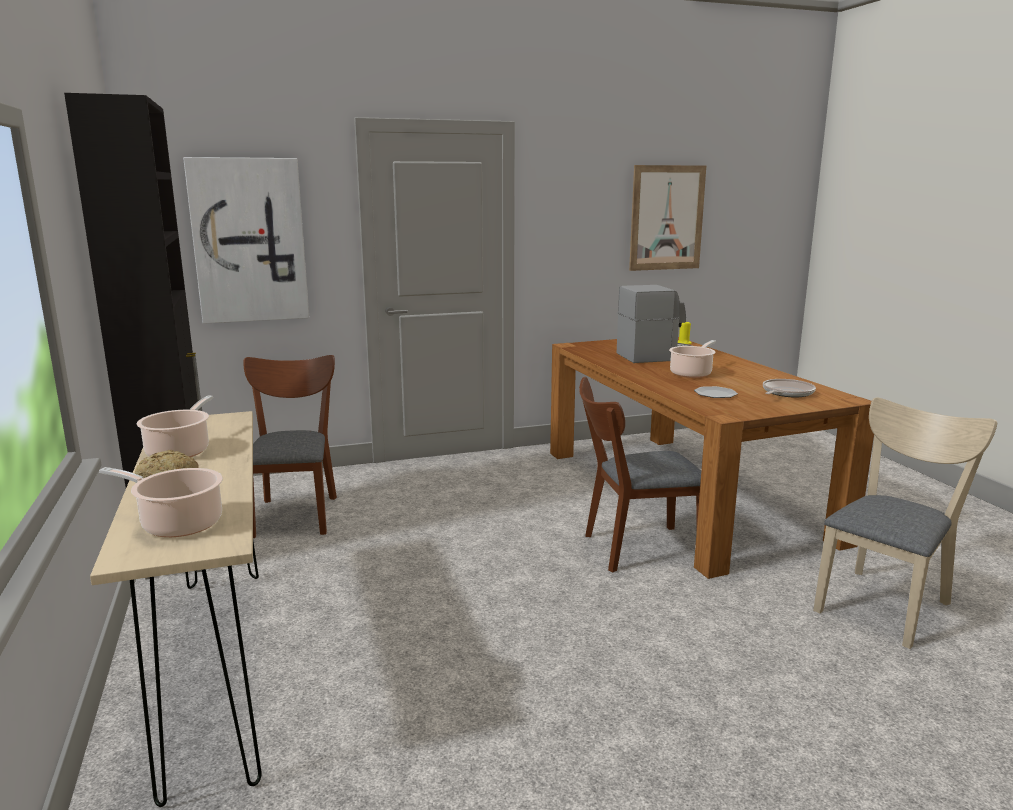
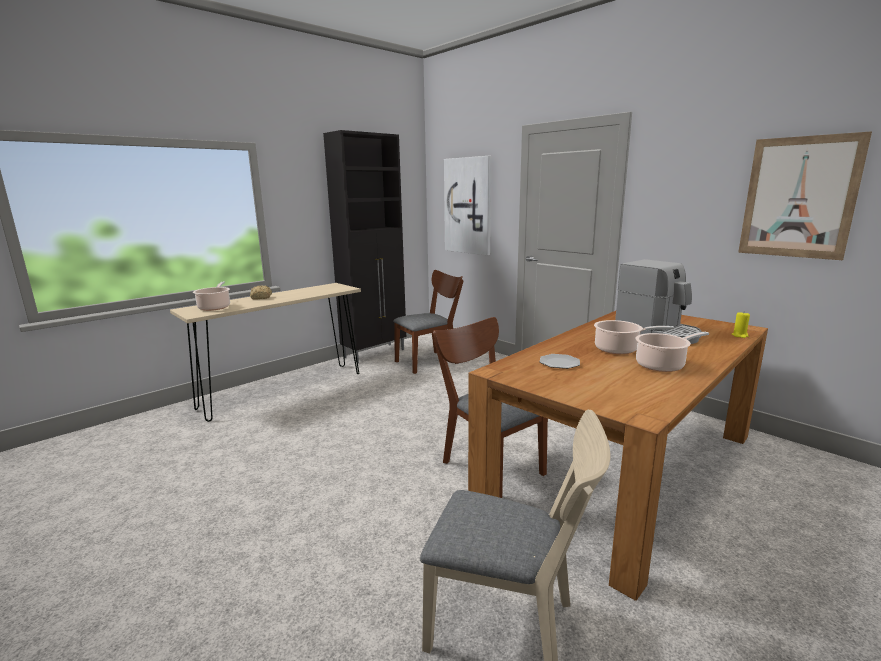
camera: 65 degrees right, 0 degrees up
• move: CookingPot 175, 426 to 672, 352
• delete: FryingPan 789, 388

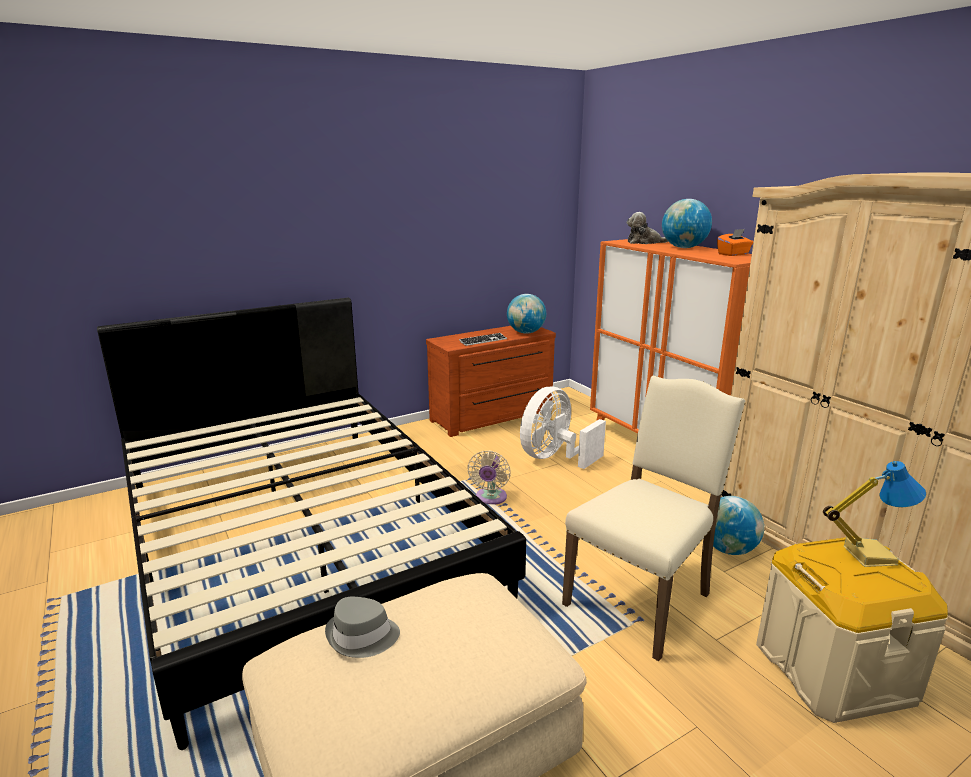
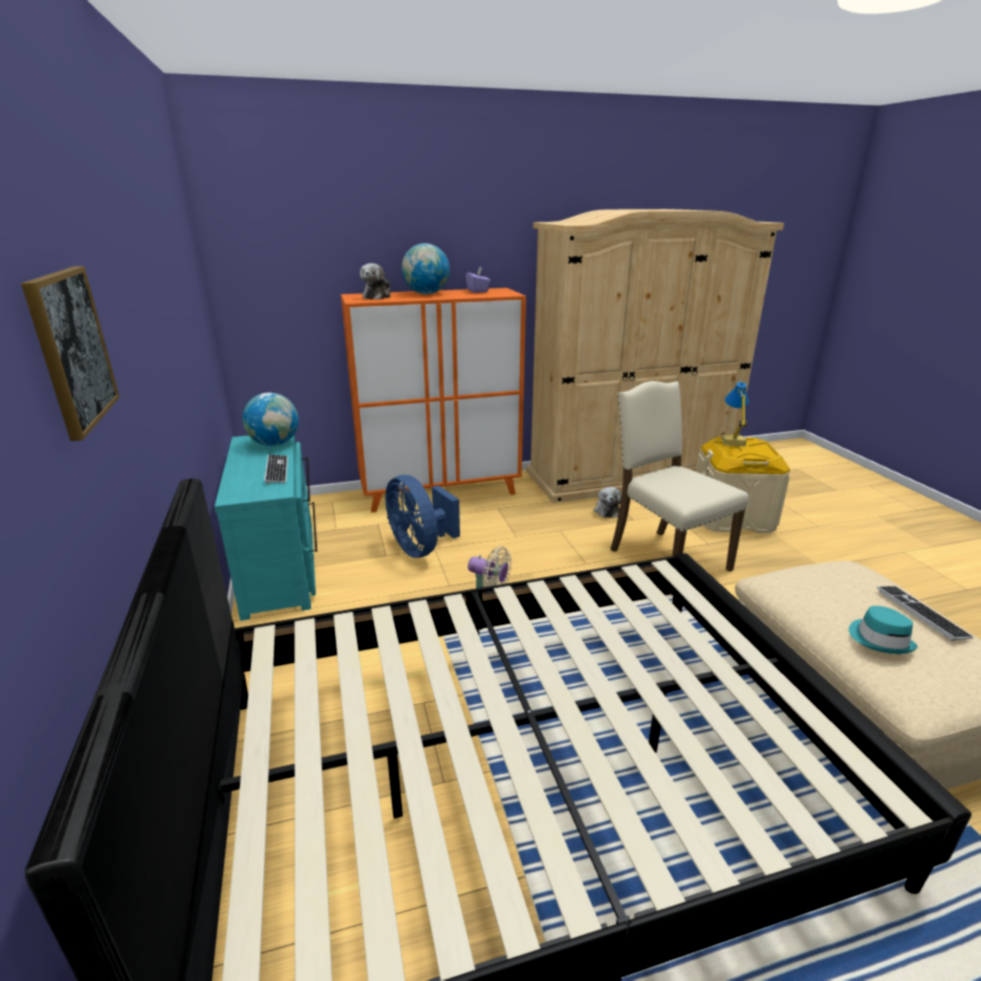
camera: 75 degrees left, 5 degrees up
• recolor: GreyHat 362, 627 to TurquoiseHat 883, 630
• recolor: BrownDresser 491, 381 to TurquoiseDresser 265, 527
• recolor: WhiteFan 563, 428 to BlueFan 422, 516
• replace: Globe 738, 525 to PlushToy 607, 502
• recolor: OrangeTissueBox 735, 242 to PurpleTissueBox 477, 280
• insert: Picture 70, 353
• insert: Keyboard 925, 613

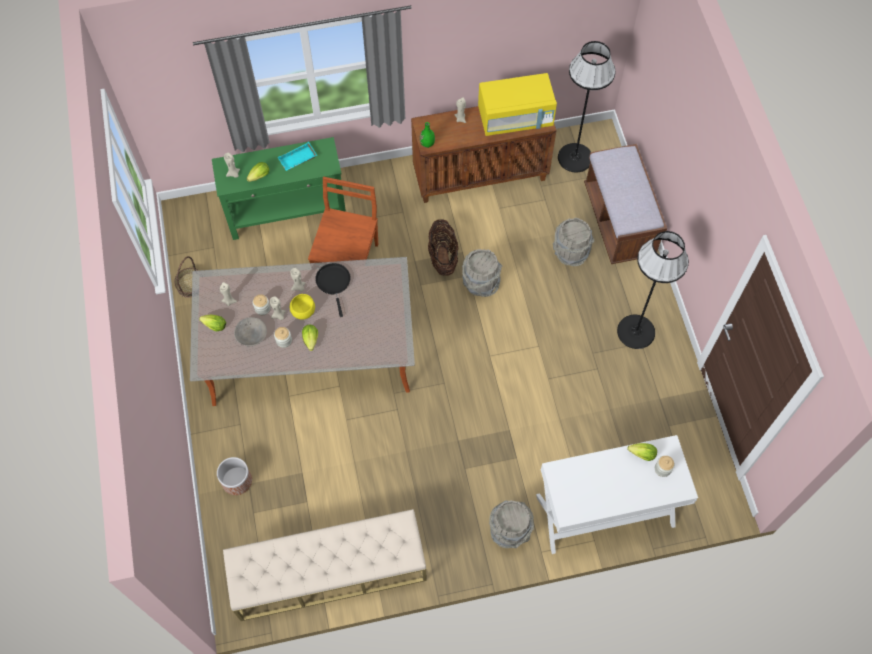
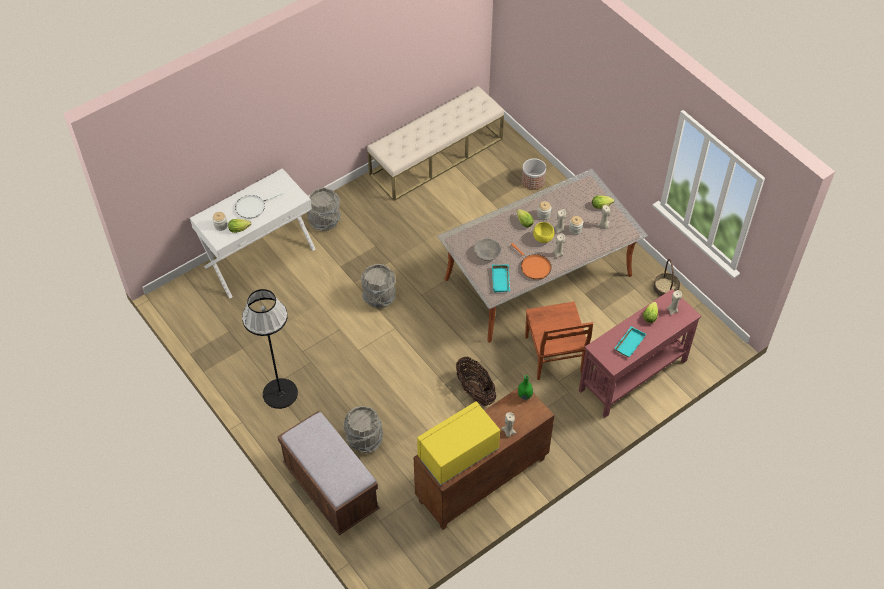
camera: 155 degrees right, 10 degrees down
• recolor: GreenConsoleTable 279, 188 to RedConsoleTable 640, 353
• move: GreyBowl 250, 331 to 487, 249
• recolor: BlackFryingPan 333, 290 to OrangeFryingPan 531, 261
• move: GreyBucket 482, 273 to 378, 286
• delete: BlackFloorLamp 587, 106
• insert: WhiteFryingPan 259, 205
• insert: TurquoiseTray 501, 278

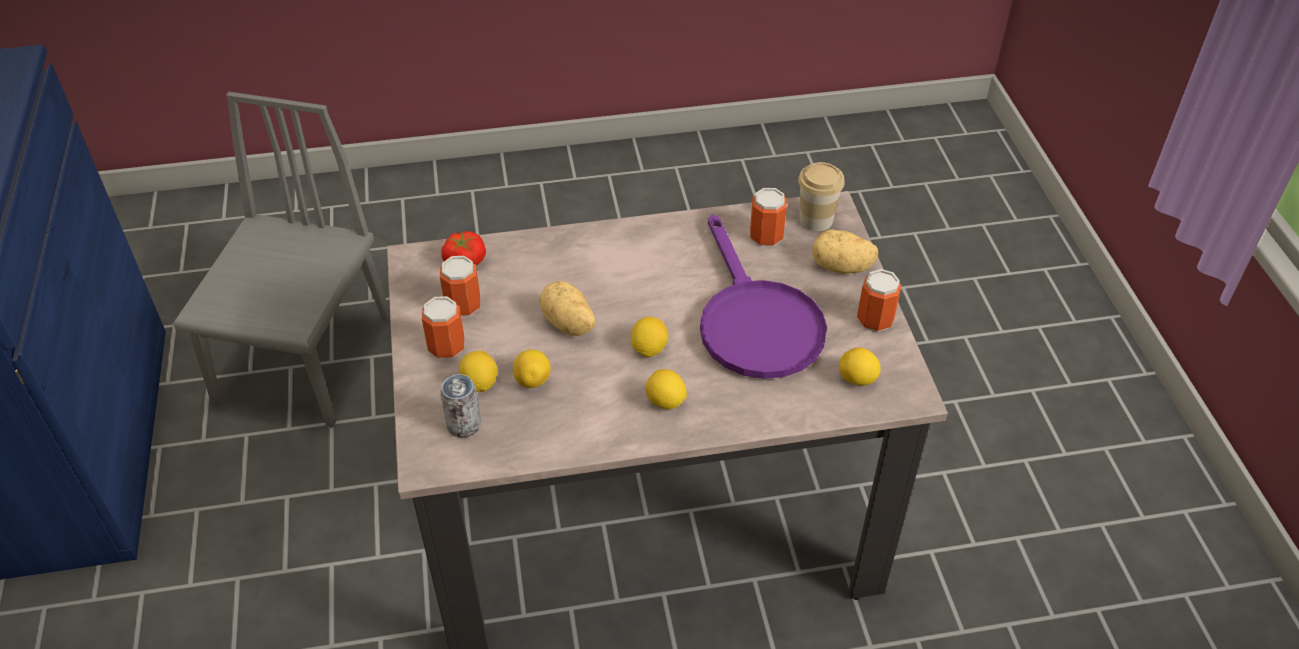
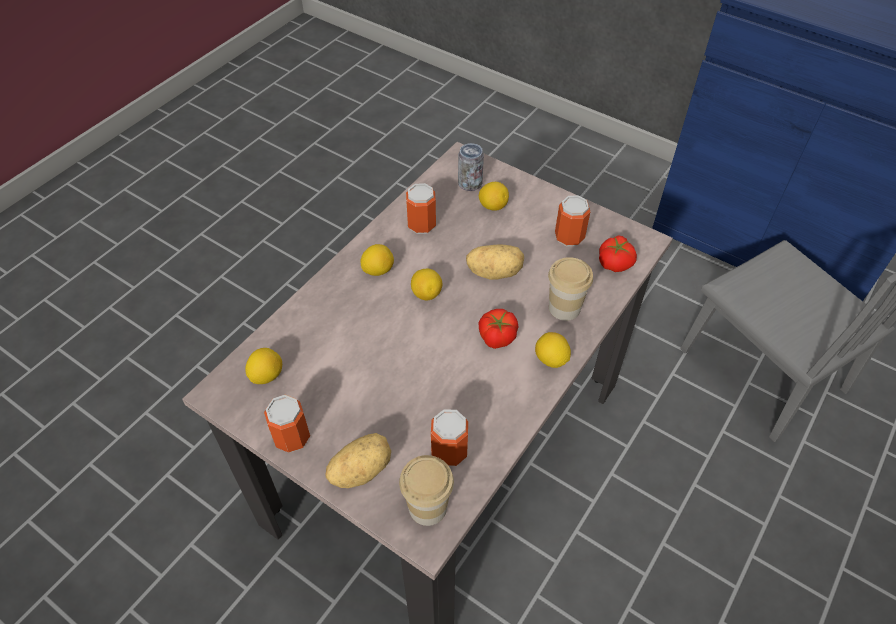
camera: 135 degrees right, 5 degrees up
• move: Can 443, 327 to 421, 208
• move: Lemon 532, 369 to 553, 350
• delete: PurpleFryingPan 763, 296
• insert: Tomato 498, 329
• insert: Cup 570, 289

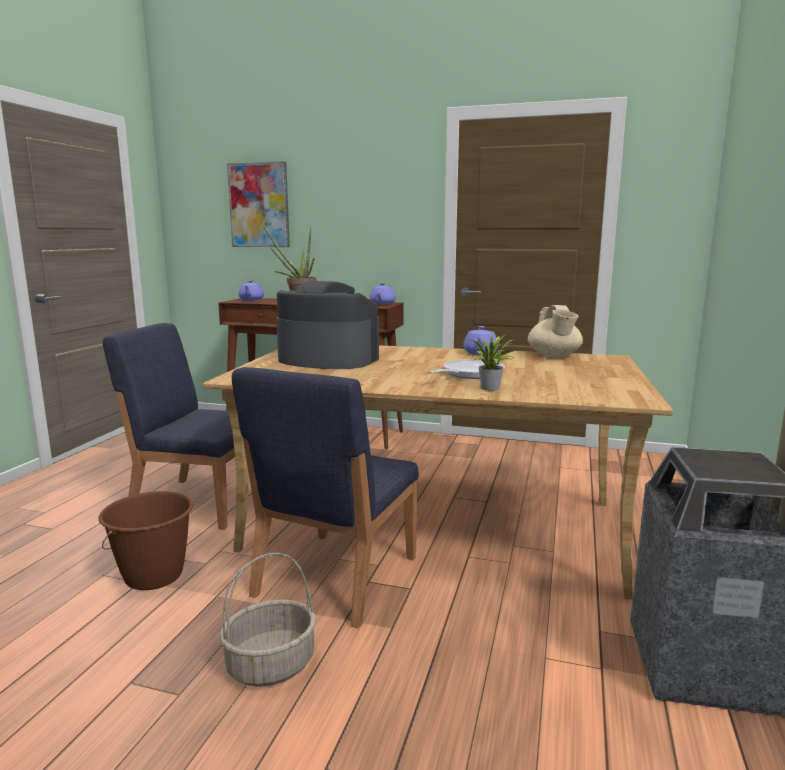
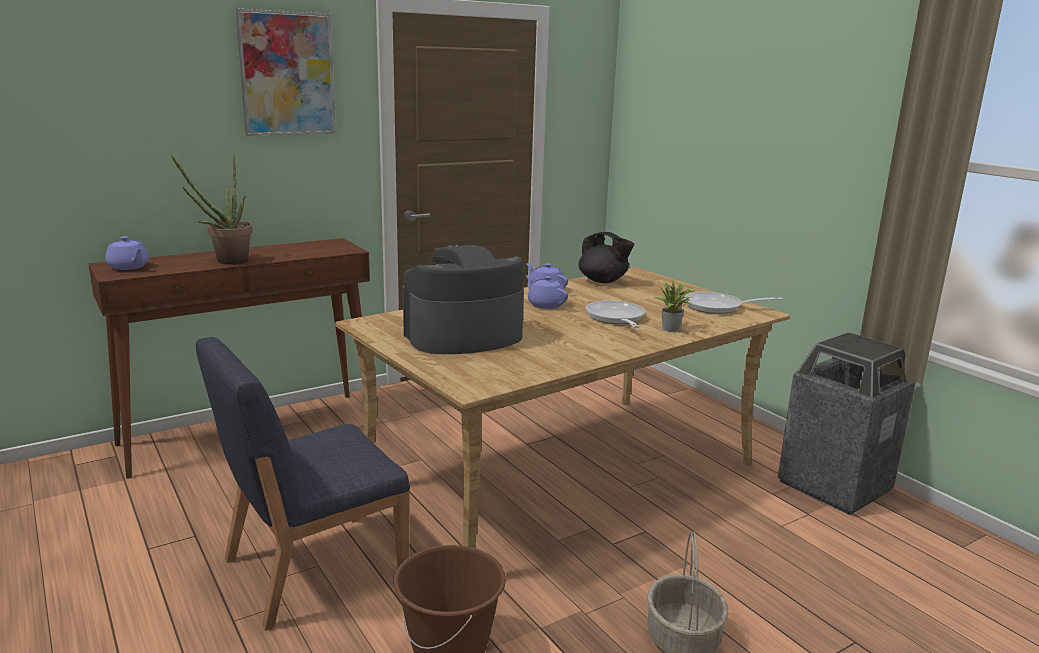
camera: 50 degrees left, 5 degrees up
• move: Picture 258, 204 to 286, 72
• delete: BlueChair 325, 497
• move: PurpleTeapot 382, 293 to 547, 292
• recolor: BeigeTeapot 555, 331 to BlackTeapot 606, 257
• insert: FryingPan 733, 303

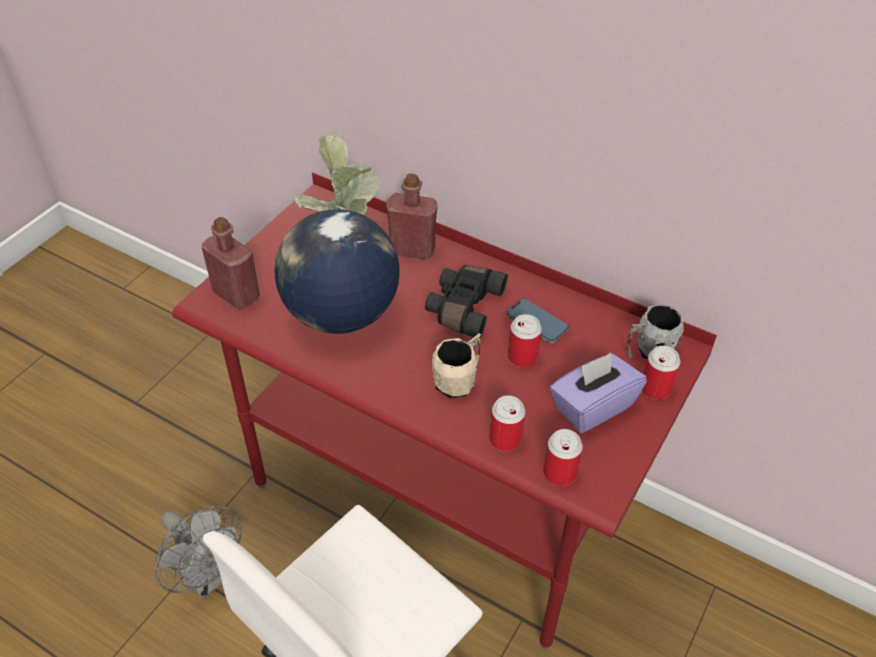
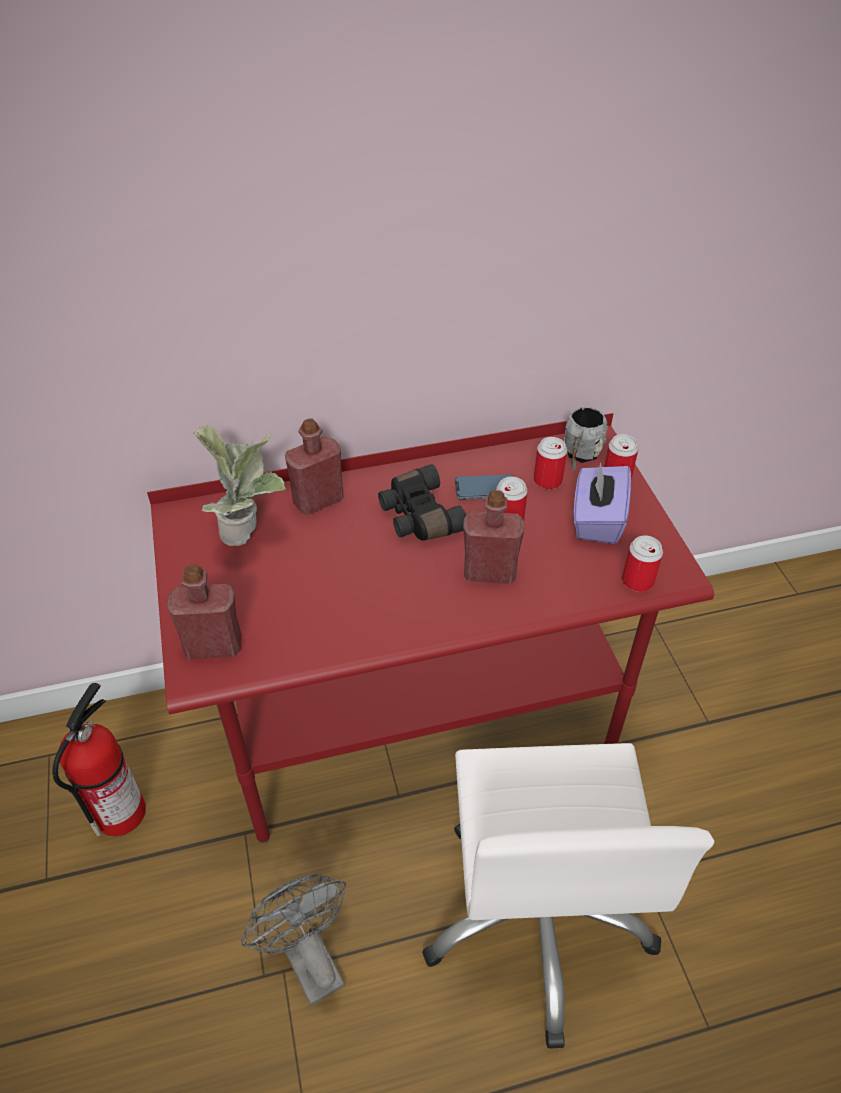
camera: 45 degrees left, 0 degrees up
• rotate: GreyFan 198, 552 = 293, 940 120 degrees counterclockwise
• delete: Globe 337, 271
• replace: BeigeMug 456, 365 to RedBottle 493, 537
• move: Can 507, 423 to 550, 463
• insert: FireExtinguisher 99, 759

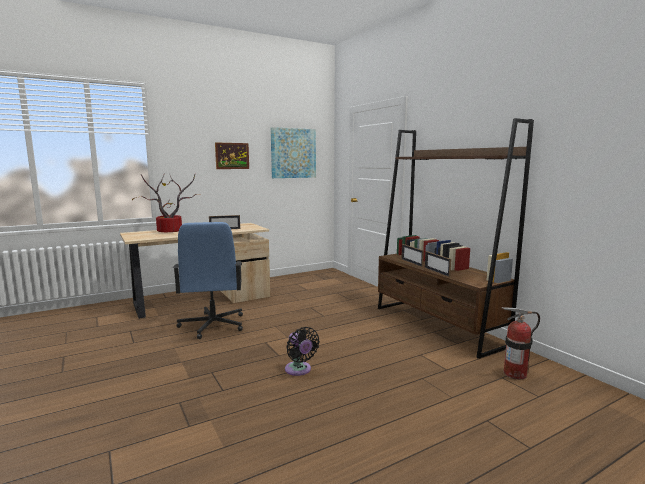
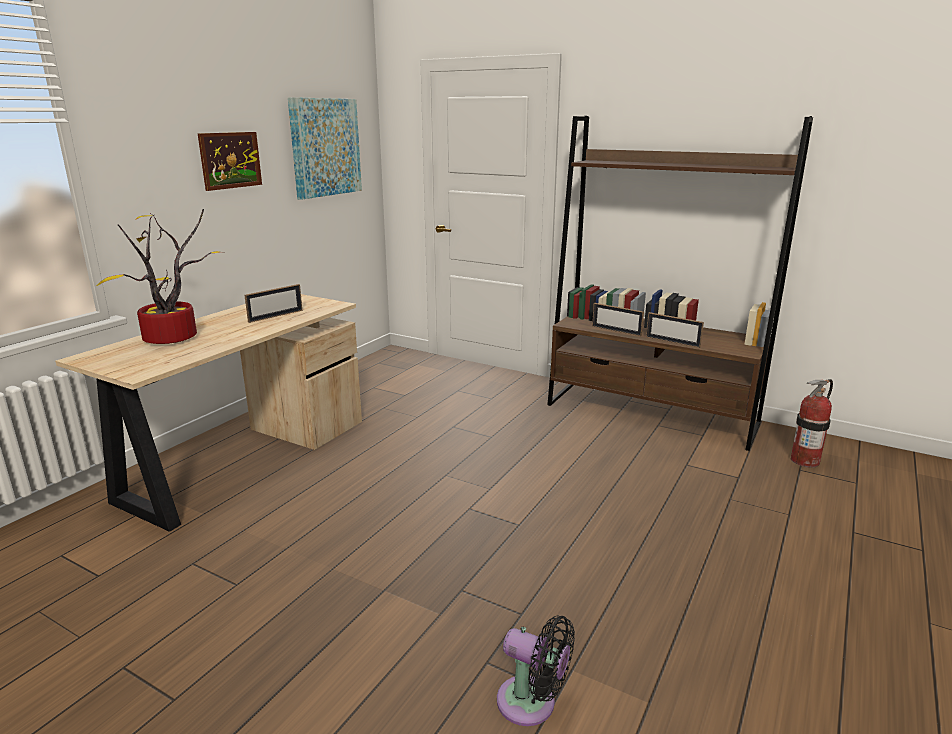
camera: 30 degrees left, 10 degrees up
• delete: BlueOfficeChair 208, 280
• move: BlackFan 302, 351 to 536, 671

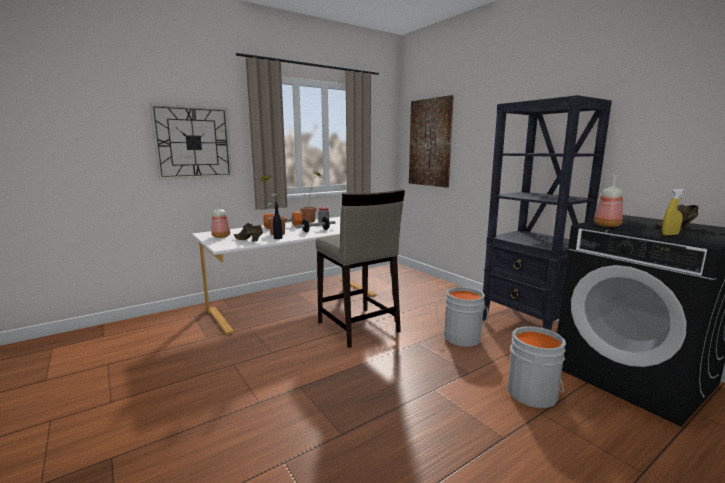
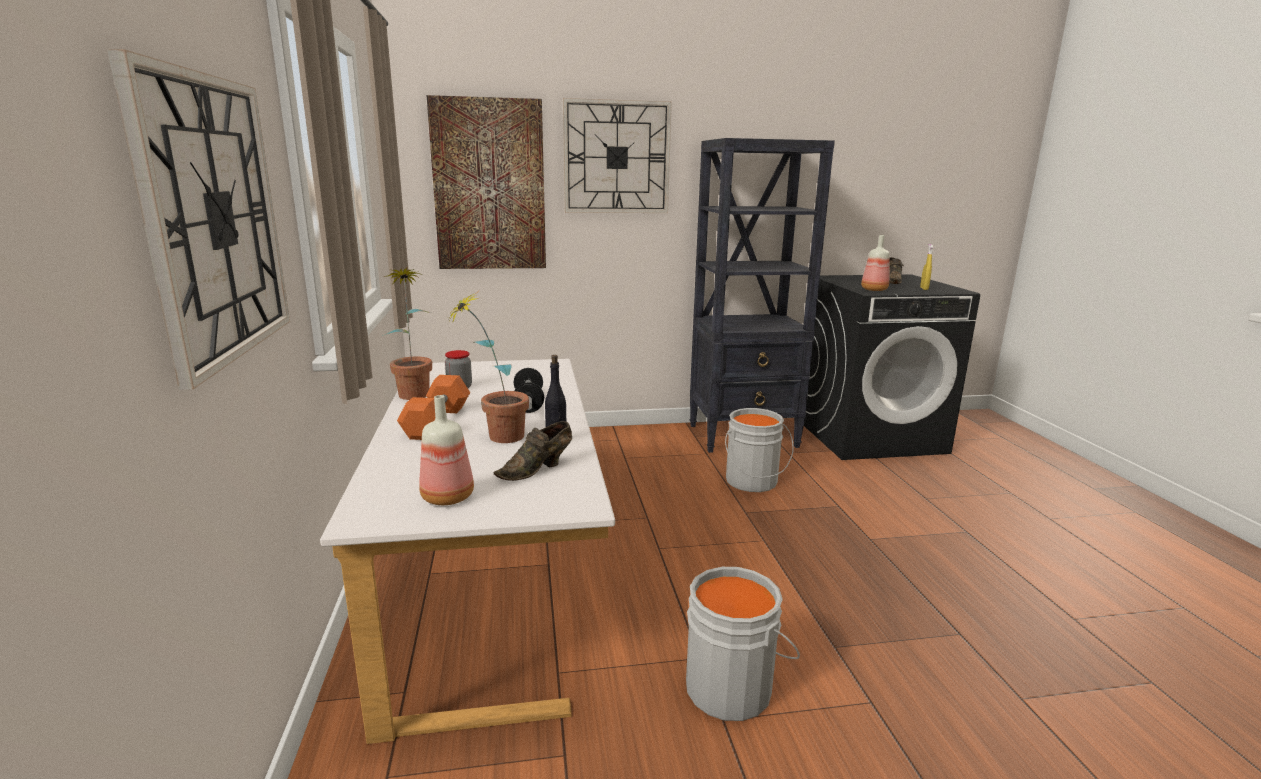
camera: 65 degrees left, 5 degrees up
• delete: BeigeStool 360, 268
• move: GreyBucket 537, 367 to 743, 644
• insert: WallClock 617, 155

